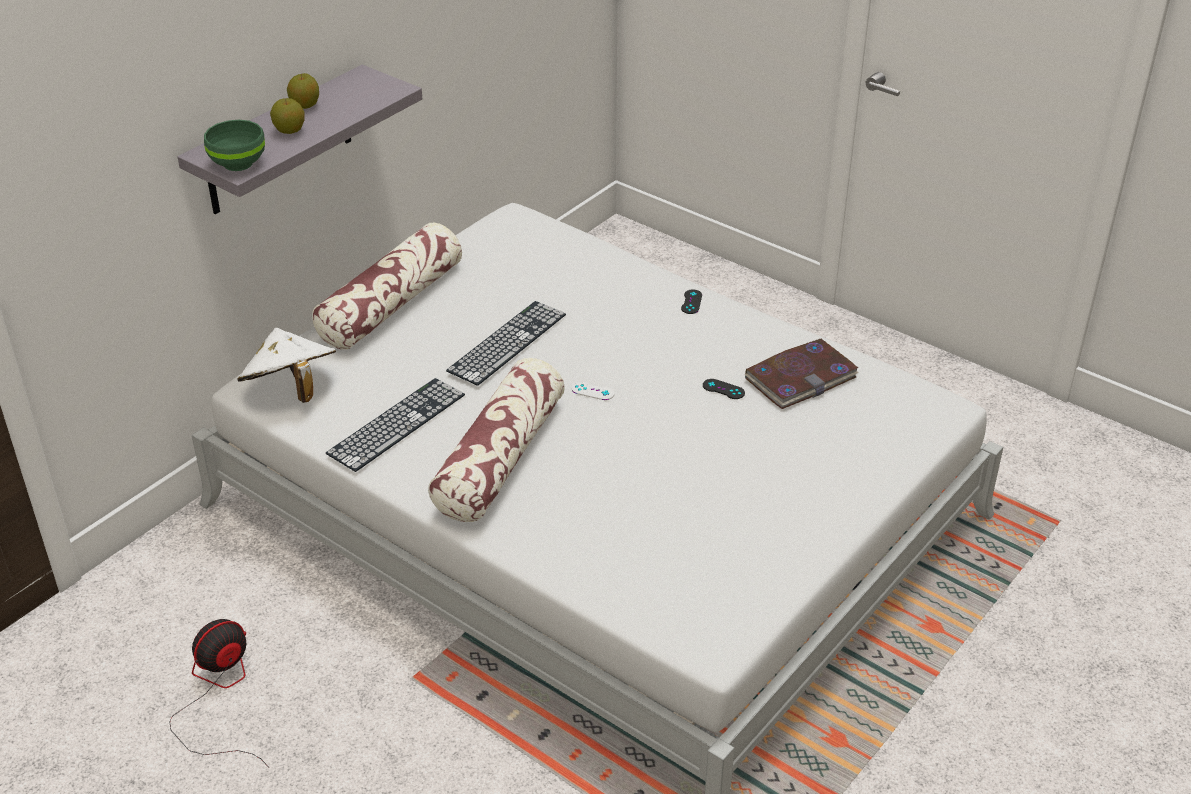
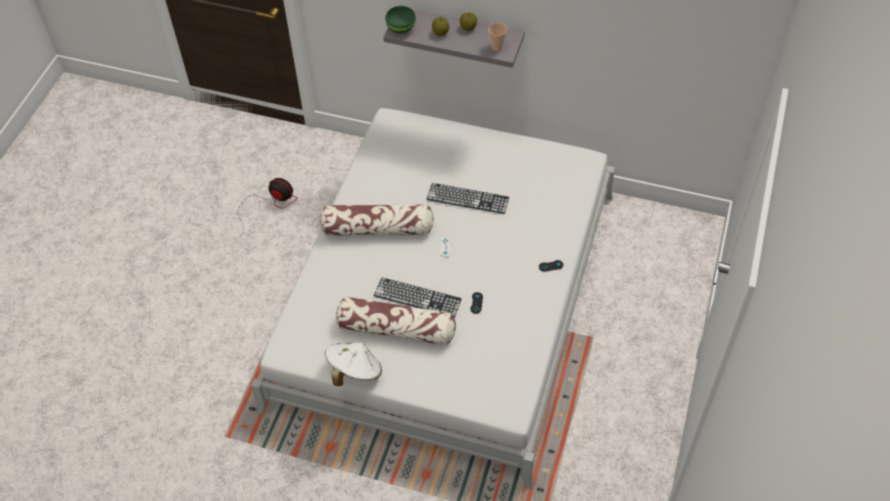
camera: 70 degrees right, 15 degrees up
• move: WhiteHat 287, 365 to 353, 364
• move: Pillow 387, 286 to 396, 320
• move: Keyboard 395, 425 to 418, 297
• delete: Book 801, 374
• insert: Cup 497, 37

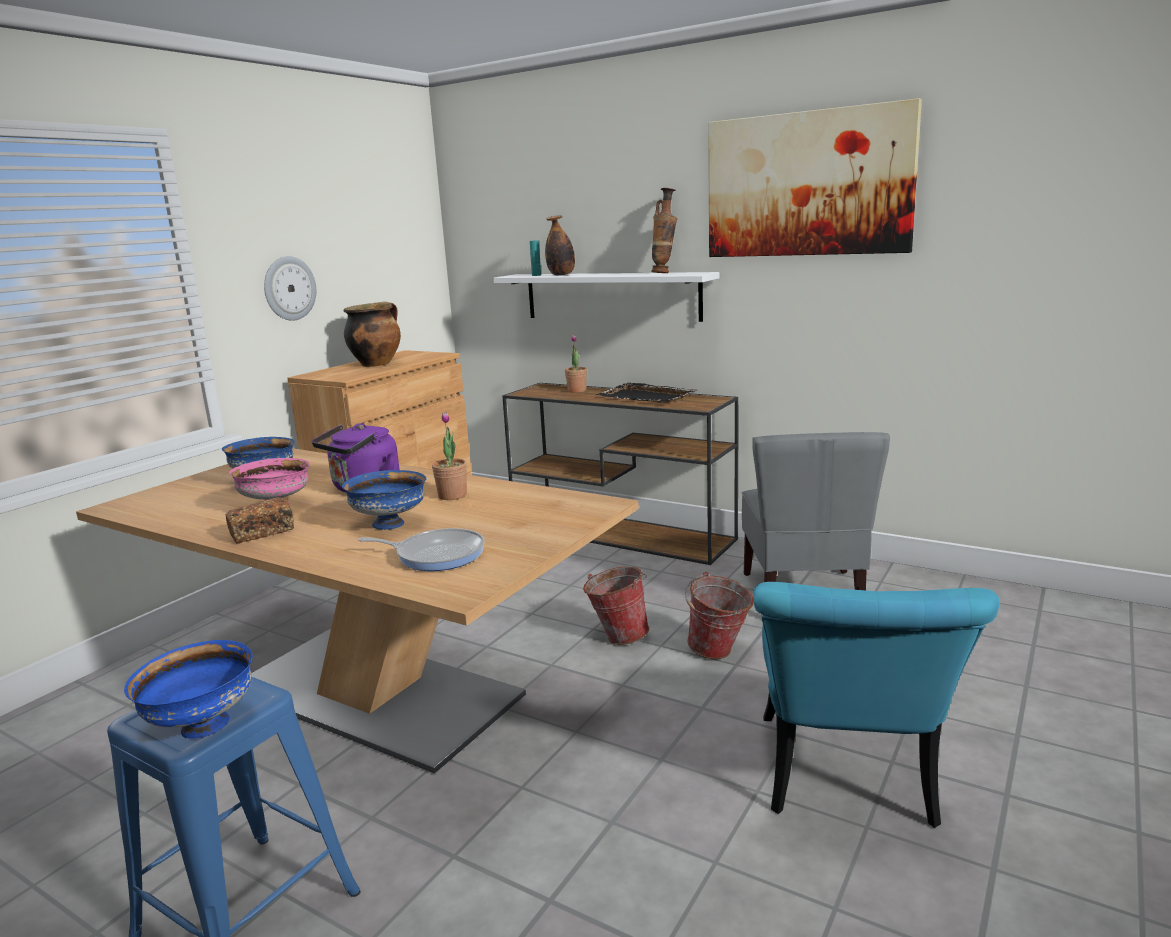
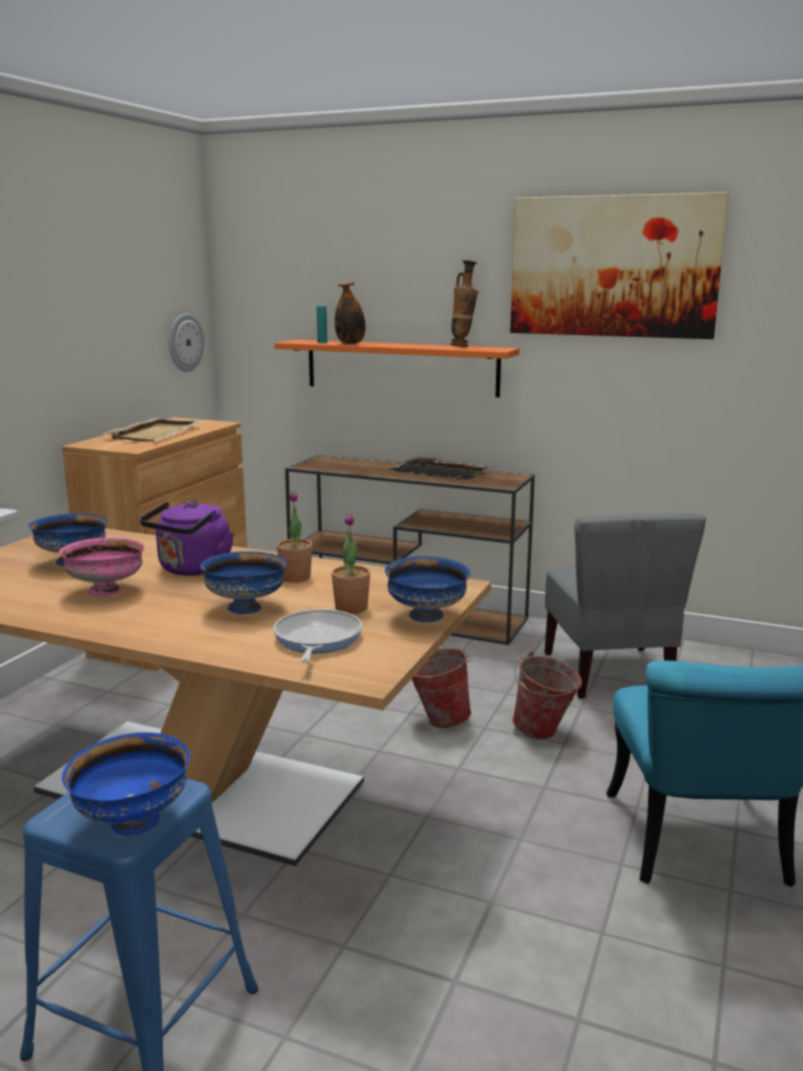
camera: 10 degrees left, 0 degrees up
• delete: Bread 260, 520
• move: WallClock 290, 288 to 186, 342
• replace: CookingPot 372, 334 to BeigeTray 152, 430
• rotate: FryingPan 421, 549 = 317, 636 90 degrees counterclockwise
• recolor: WhiteShelf 606, 297 to OrangeShelf 397, 368
• move: PottedPlant 576, 364 to 350, 564
• insert: BlueBowl 428, 589

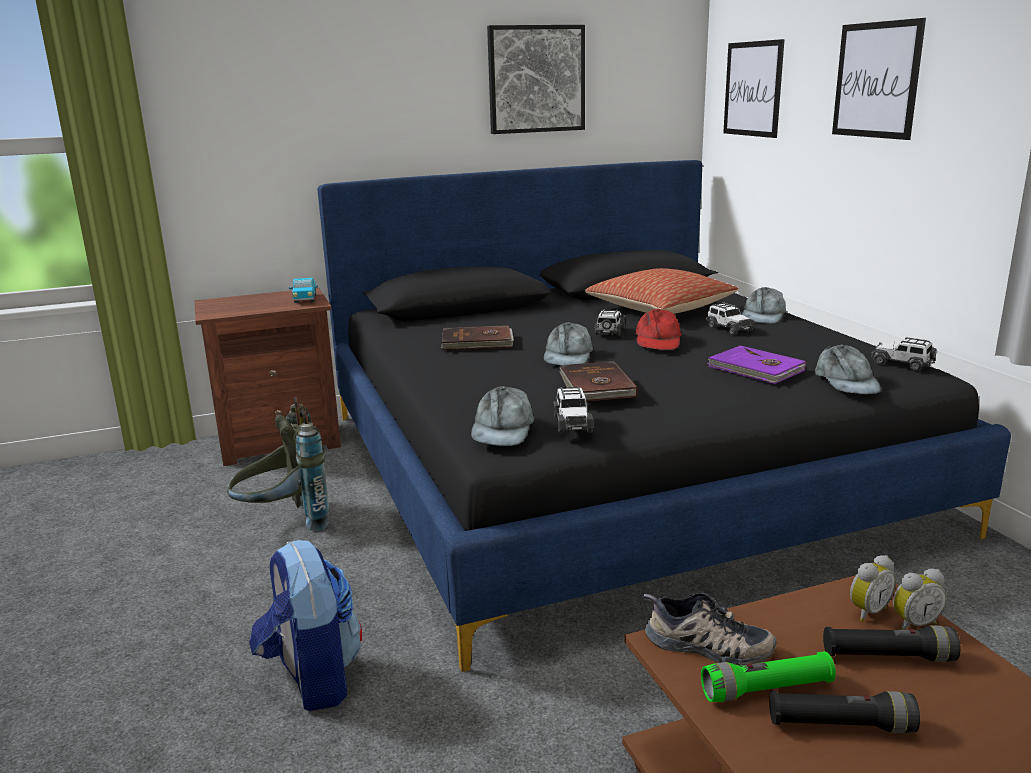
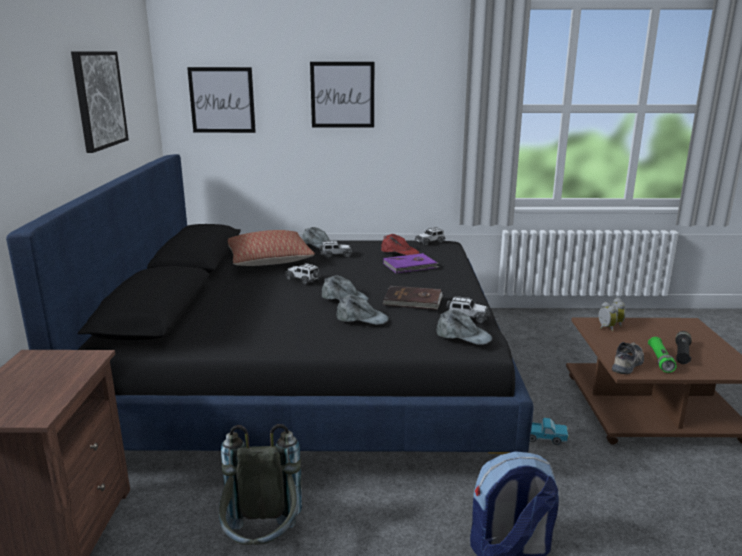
camera: 70 degrees left, 0 degrees up
• move: ToyTruck 303, 290 to 549, 431
• delete: BrownBook 477, 338
• move: RedCap 658, 329 to 400, 244
• move: GreyCap 848, 369 to 362, 310
• delete: BlackFlashlight 892, 643

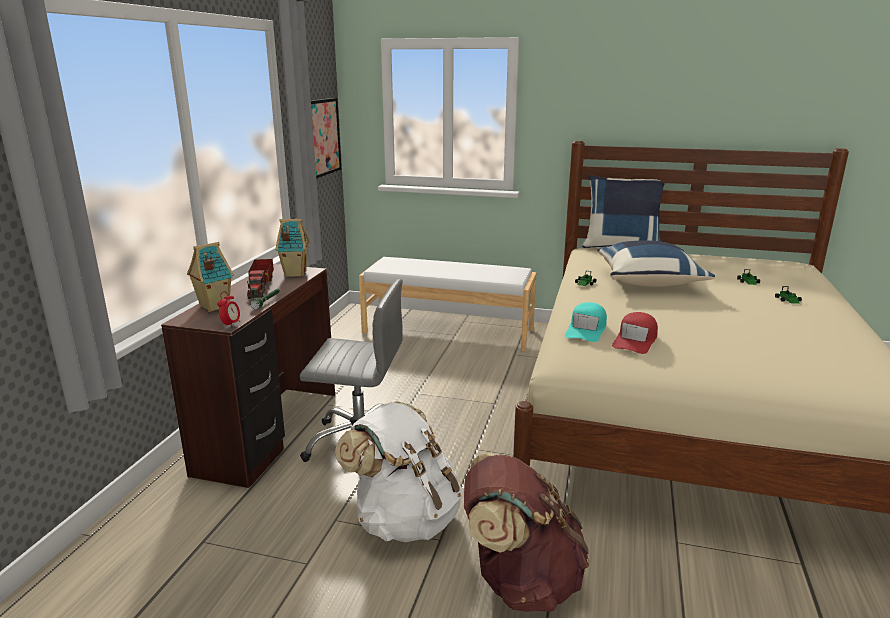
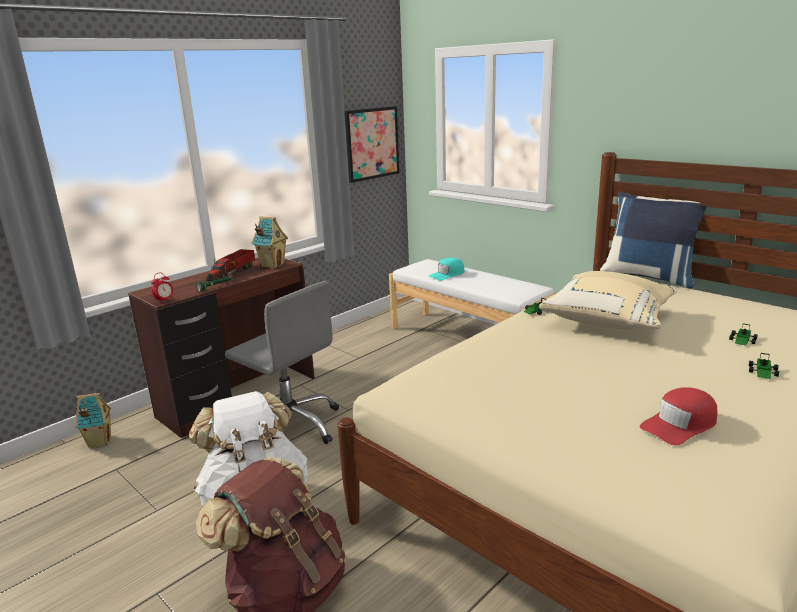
camera: 30 degrees right, 0 degrees up
• move: ToyHouse 210, 277 to 93, 420
• move: TurquoiseCap 586, 322 to 446, 269
• recolor: BluePillow 656, 263 to BeigePillow 608, 300
• move: RedCap 635, 333 to 678, 416

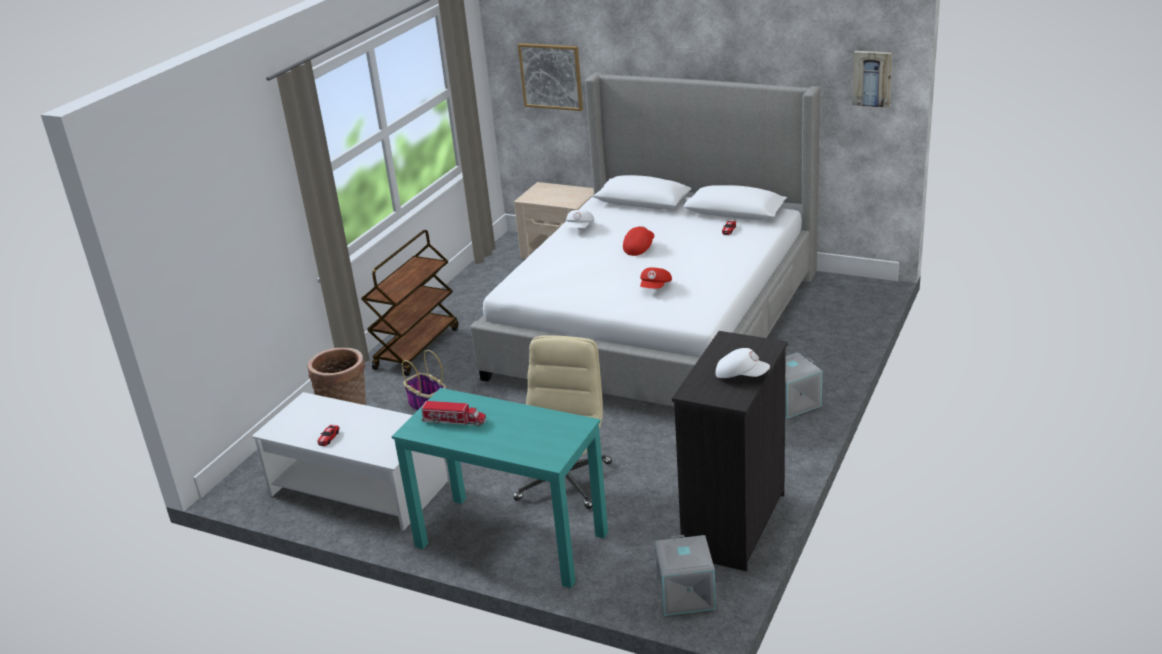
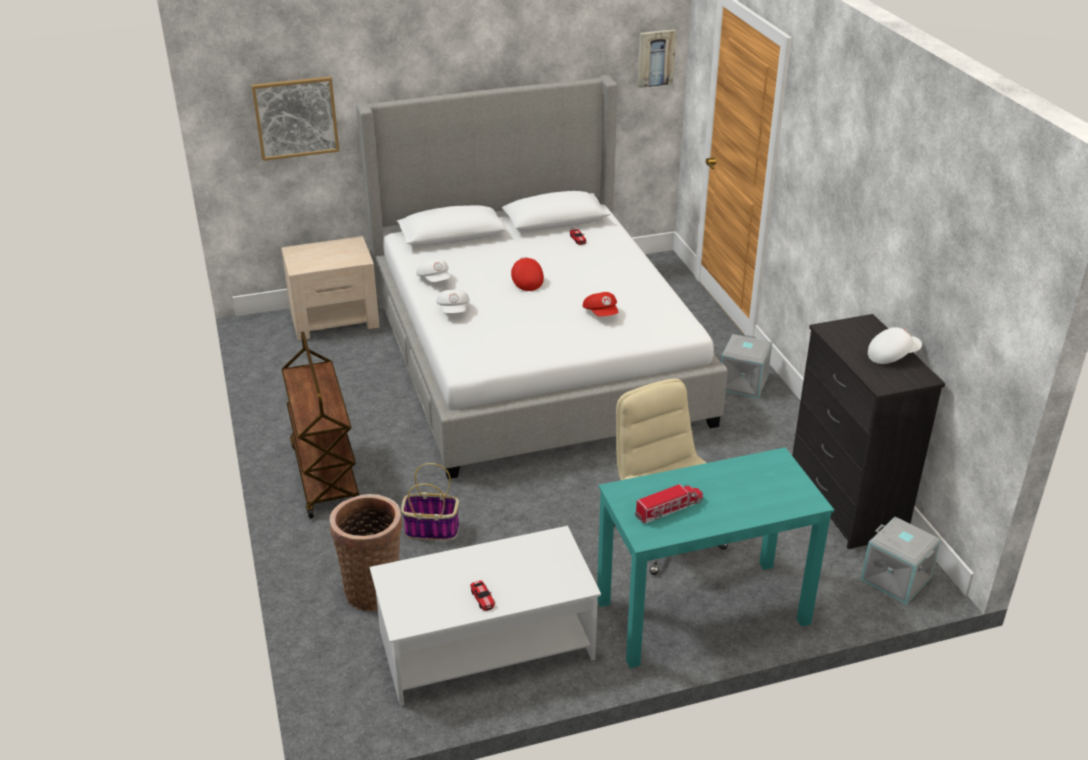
camera: 45 degrees left, 5 degrees up
• insert: WhiteCap 453, 301

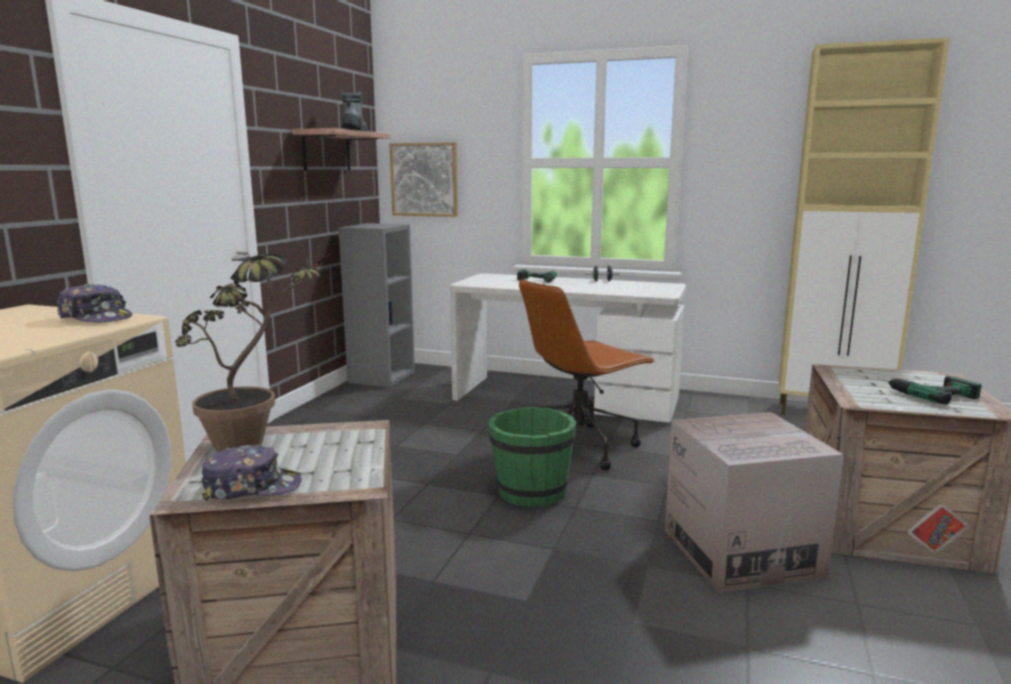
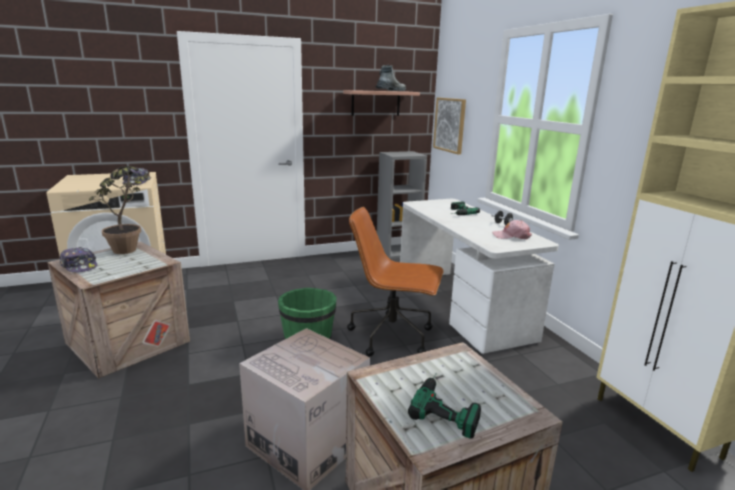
camera: 50 degrees right, 5 degrees up
• insert: PinkCap 512, 229

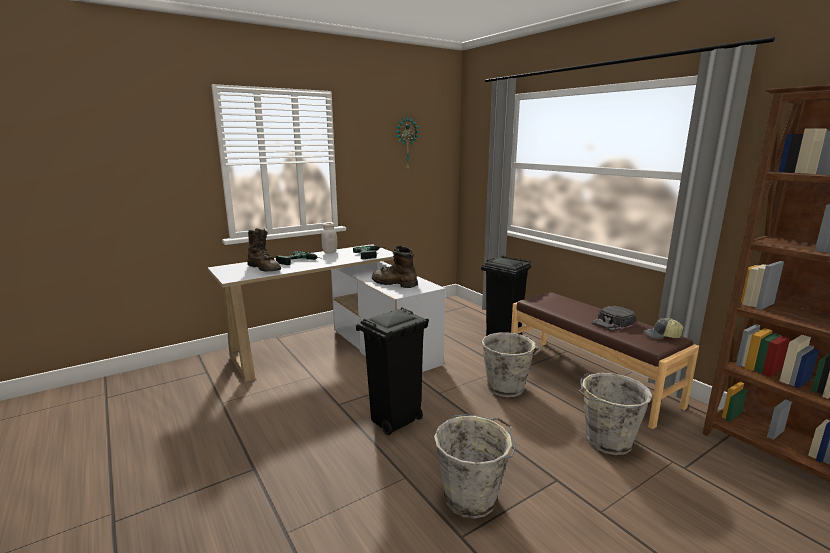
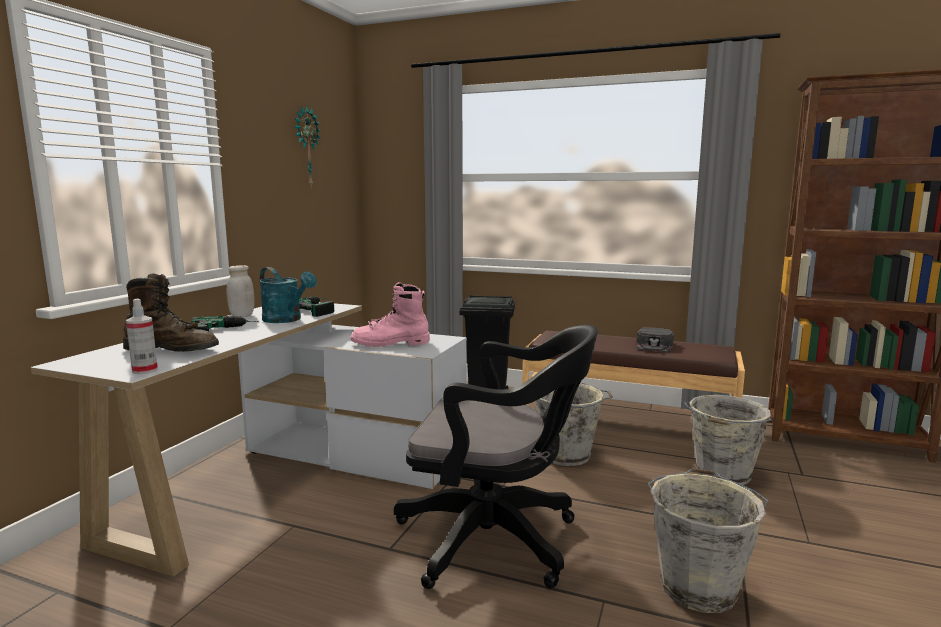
camera: 35 degrees left, 5 degrees down
• replace: BlackTrashCan 392, 371 to BlackOfficeChair 496, 457
• recolor: BrownBoot 395, 266 to PinkBoot 390, 314
• delete: Cap 663, 328
• insert: SprayBottle 142, 336
• insert: TurquoiseWateringCan 288, 295

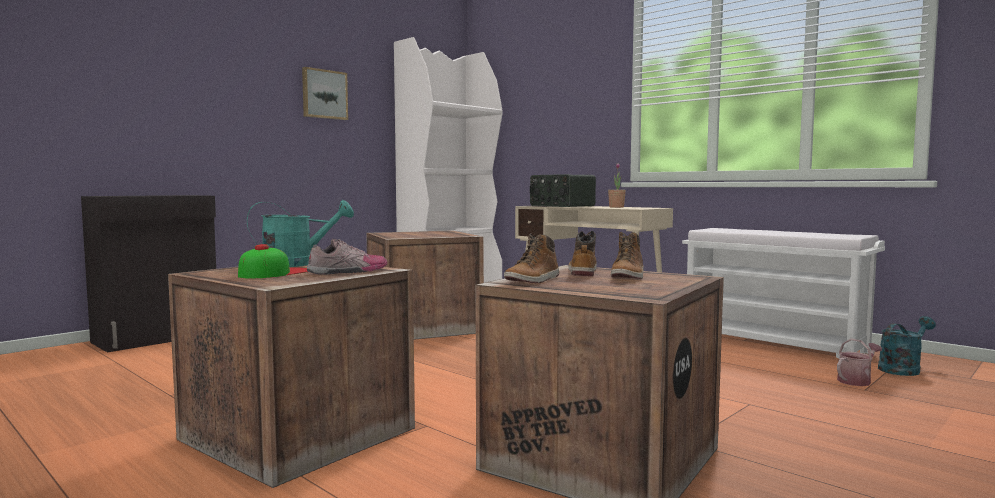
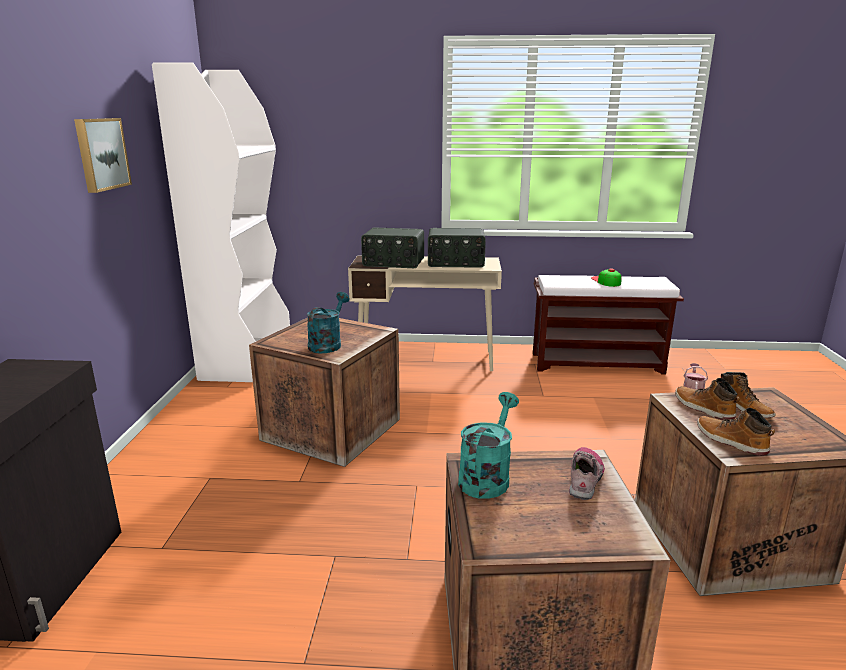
camera: 40 degrees left, 15 degrees up
• move: Cap 273, 261 to 606, 277
• rotate: Boot 531, 258 = 736, 432 150 degrees clockwise
• replace: PottedPlant 617, 185 to Radio 457, 248
• recolor: WhiteBench 783, 293 to BrownBench 608, 325
• move: TurquoiseWateringCan 907, 346 to 328, 322

